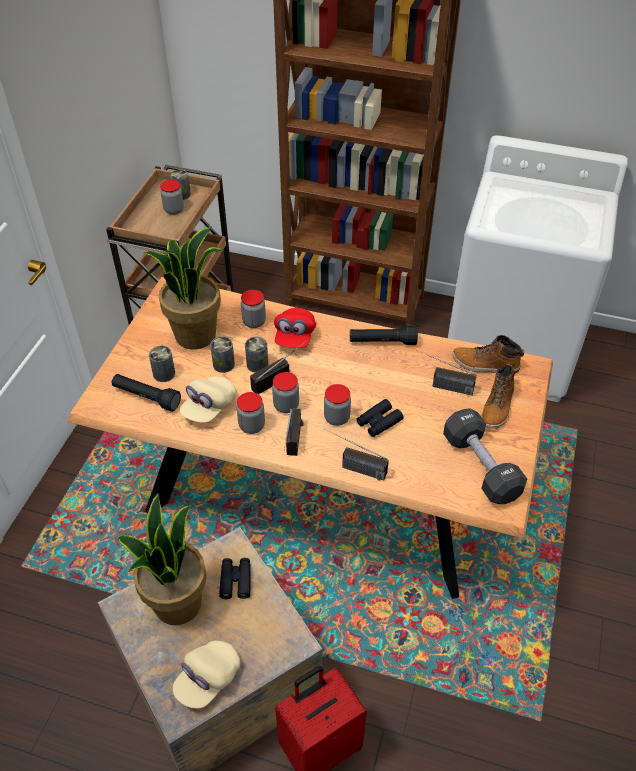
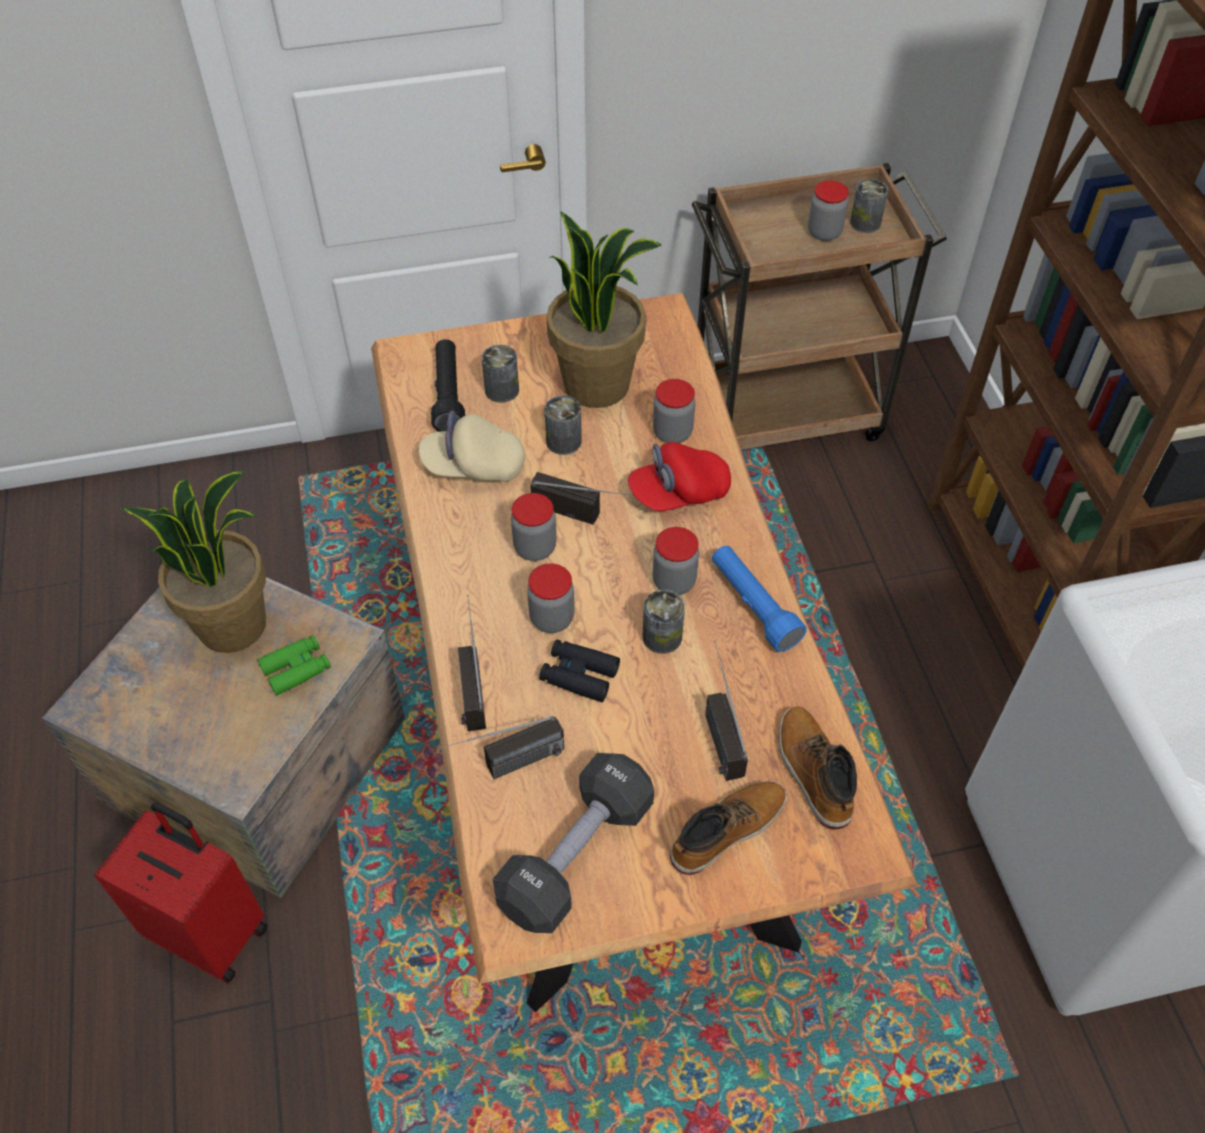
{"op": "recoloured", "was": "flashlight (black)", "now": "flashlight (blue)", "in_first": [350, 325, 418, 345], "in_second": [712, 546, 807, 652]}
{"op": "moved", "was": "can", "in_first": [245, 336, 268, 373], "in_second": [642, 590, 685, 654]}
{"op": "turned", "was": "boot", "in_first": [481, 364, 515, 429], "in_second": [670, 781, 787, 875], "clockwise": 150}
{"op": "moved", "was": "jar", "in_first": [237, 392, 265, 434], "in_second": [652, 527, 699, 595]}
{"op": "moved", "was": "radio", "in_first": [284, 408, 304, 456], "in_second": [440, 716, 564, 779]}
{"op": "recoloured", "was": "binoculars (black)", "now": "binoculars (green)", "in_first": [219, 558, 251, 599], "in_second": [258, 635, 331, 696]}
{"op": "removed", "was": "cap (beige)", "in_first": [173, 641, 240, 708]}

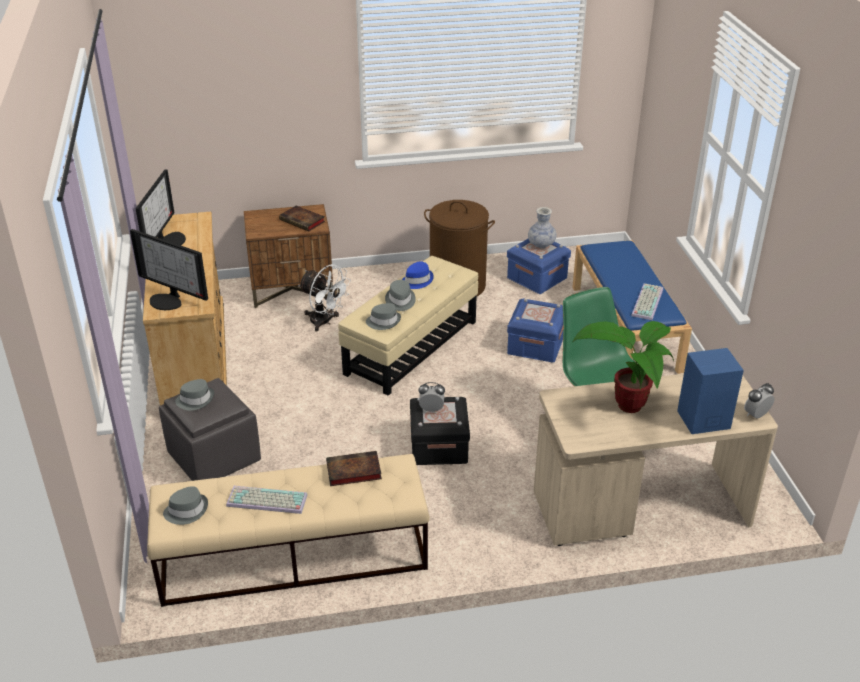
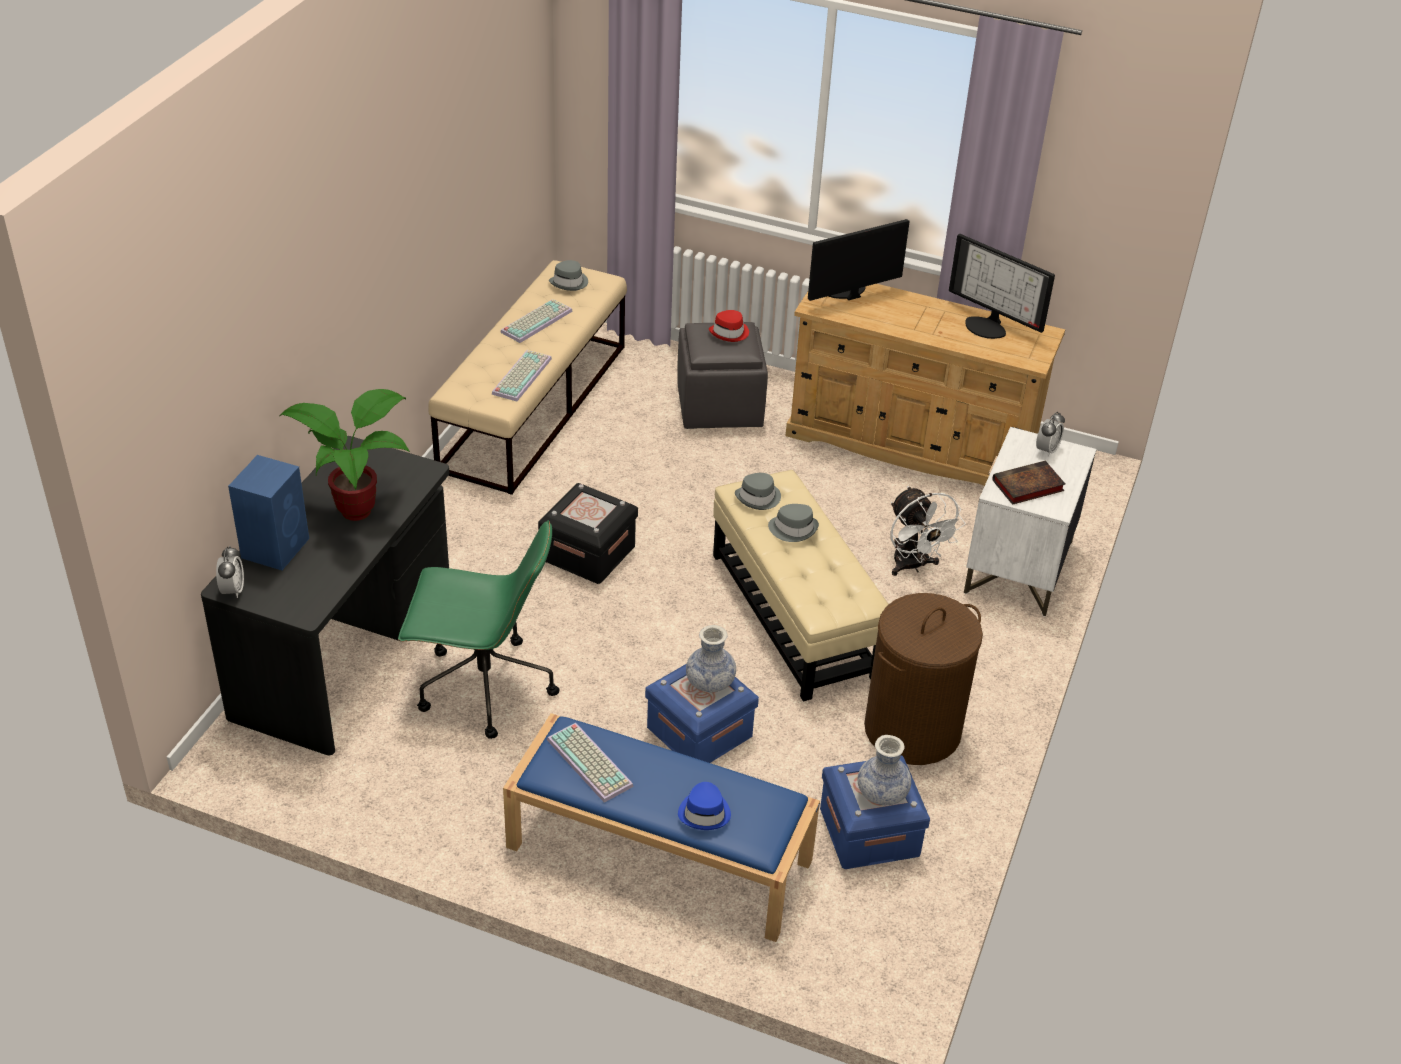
{"op": "recoloured", "was": "nightstand (brown)", "now": "nightstand (white)", "in_first": [244, 204, 333, 308], "in_second": [964, 427, 1096, 617]}
{"op": "moved", "was": "hat (blue)", "in_first": [402, 261, 434, 289], "in_second": [678, 782, 731, 830]}
{"op": "turned", "was": "fan (white)", "in_first": [299, 264, 350, 331], "in_second": [891, 486, 966, 576], "clockwise": -90}
{"op": "recoloured", "was": "desk (beige)", "now": "desk (black)", "in_first": [534, 374, 778, 546], "in_second": [201, 436, 449, 755]}
{"op": "recoloured", "was": "hat (grey)", "now": "hat (red)", "in_first": [175, 379, 214, 411], "in_second": [709, 310, 749, 342]}
{"op": "moved", "was": "alarm clock", "in_first": [418, 382, 445, 412], "in_second": [1036, 412, 1065, 457]}
{"op": "replaced", "was": "book", "now": "keyboard", "in_first": [326, 451, 382, 486], "in_second": [492, 350, 552, 401]}
{"op": "added", "now": "vase", "in_second": [686, 625, 736, 692]}

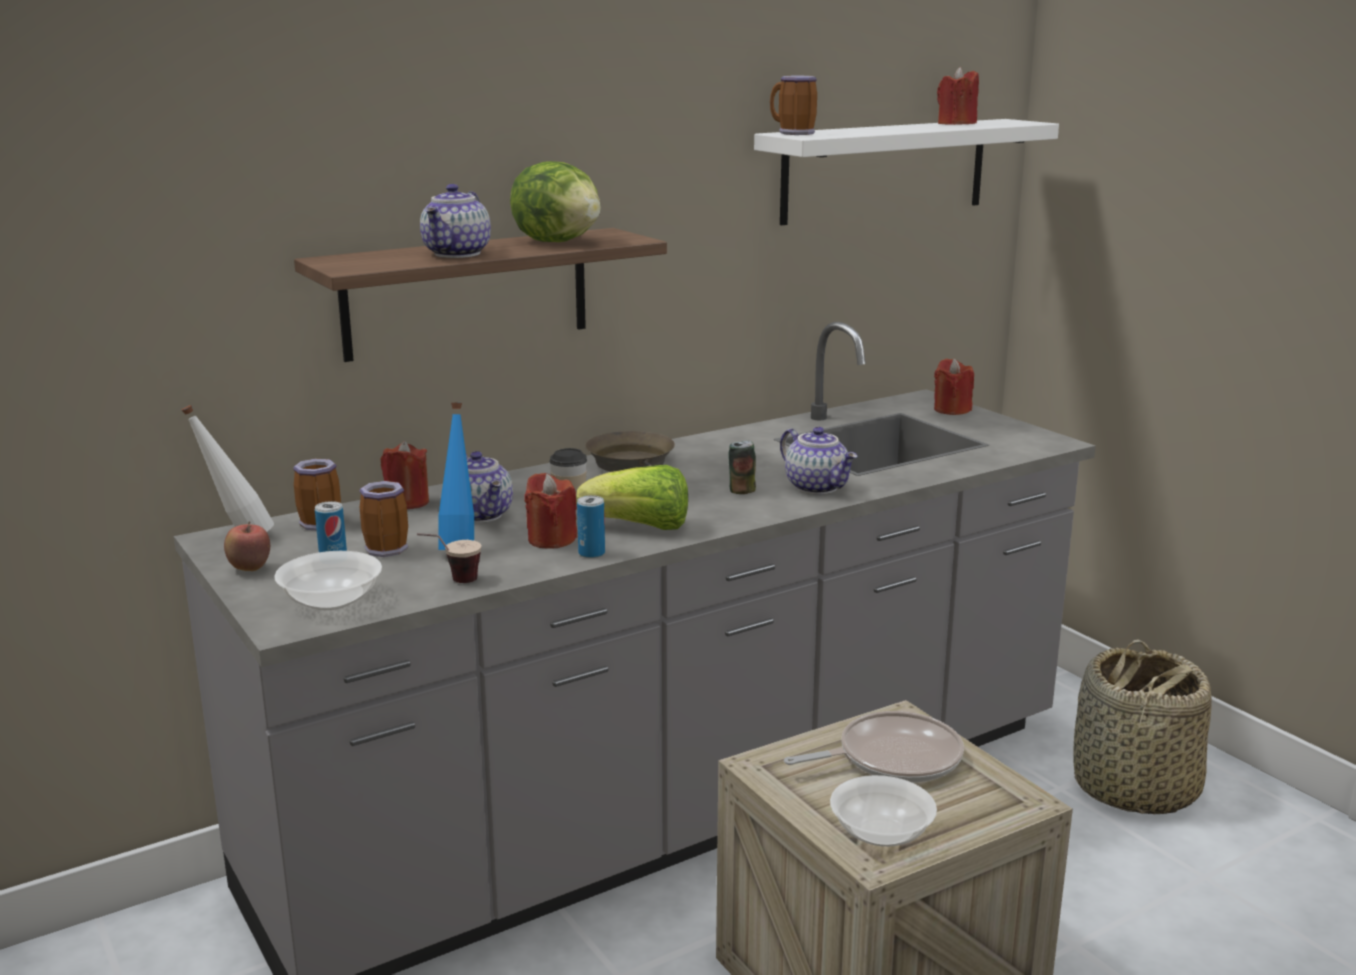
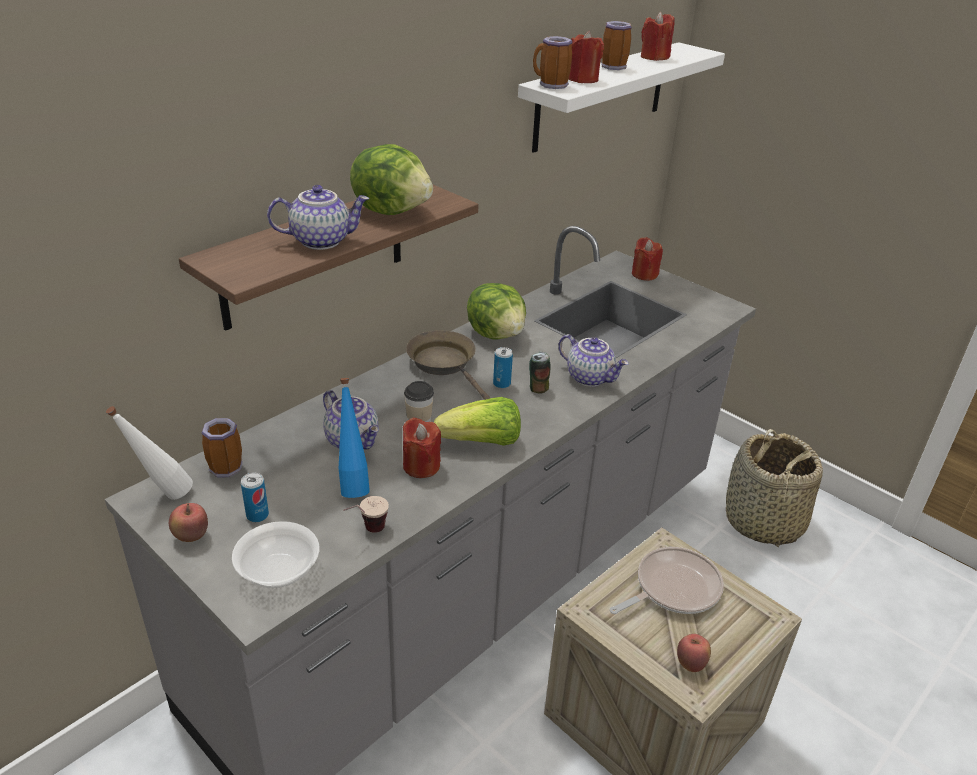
{"op": "turned", "was": "teapot", "in_first": [420, 184, 491, 258], "in_second": [267, 185, 369, 250], "clockwise": -105}
{"op": "moved", "was": "candle (red)", "in_first": [380, 441, 429, 509], "in_second": [569, 31, 604, 83]}
{"op": "moved", "was": "mug", "in_first": [360, 481, 408, 557], "in_second": [601, 21, 632, 70]}
{"op": "moved", "was": "can", "in_first": [577, 495, 605, 558], "in_second": [493, 347, 513, 389]}
{"op": "replaced", "was": "bowl", "now": "apple", "in_first": [830, 775, 937, 847], "in_second": [677, 634, 711, 672]}
{"op": "added", "now": "lettuce", "in_second": [467, 283, 526, 340]}

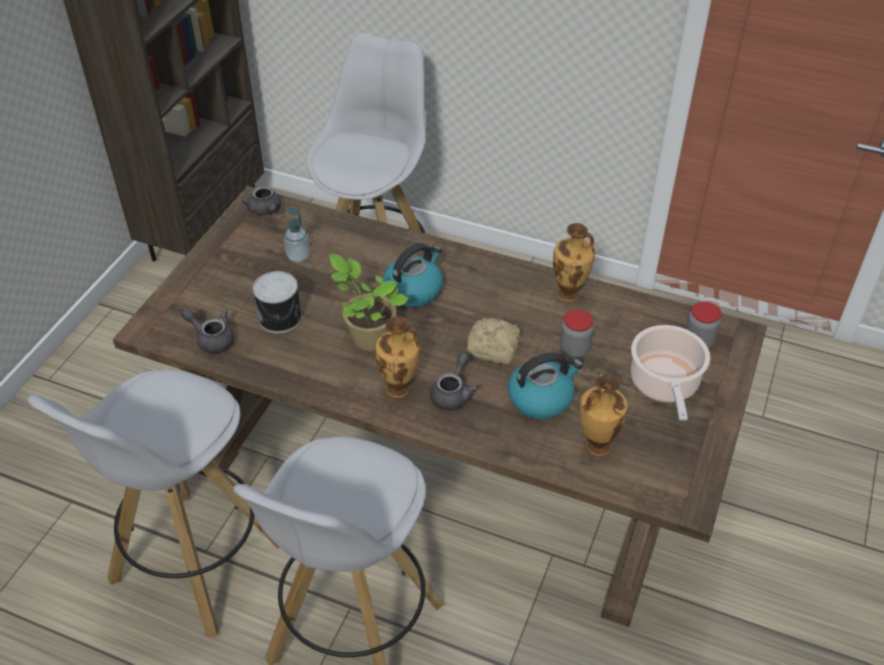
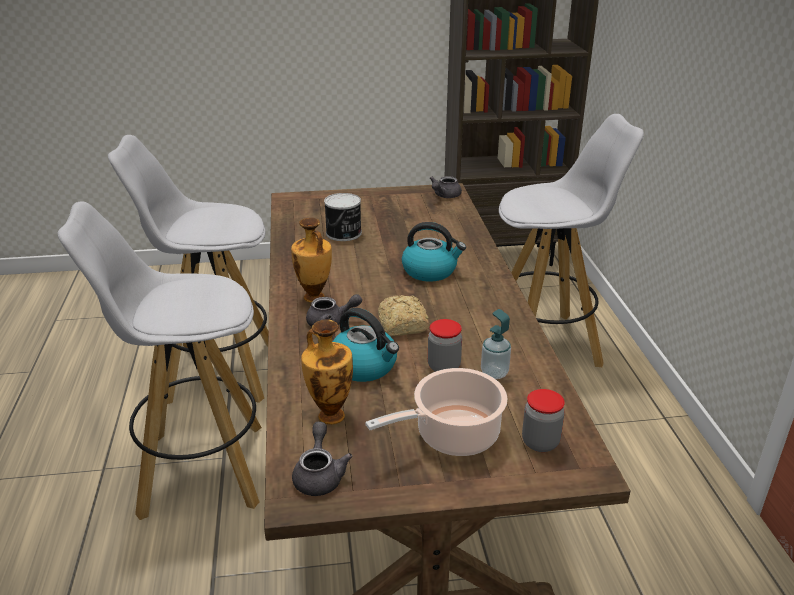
{"op": "moved", "was": "soap dispenser", "in_first": [284, 207, 310, 262], "in_second": [481, 309, 511, 379]}
{"op": "removed", "was": "vase", "in_first": [553, 223, 595, 302]}
{"op": "removed", "was": "potted plant", "in_first": [329, 254, 409, 351]}
{"op": "moved", "was": "teapot (grey)", "in_first": [181, 308, 234, 353], "in_second": [292, 422, 352, 496]}

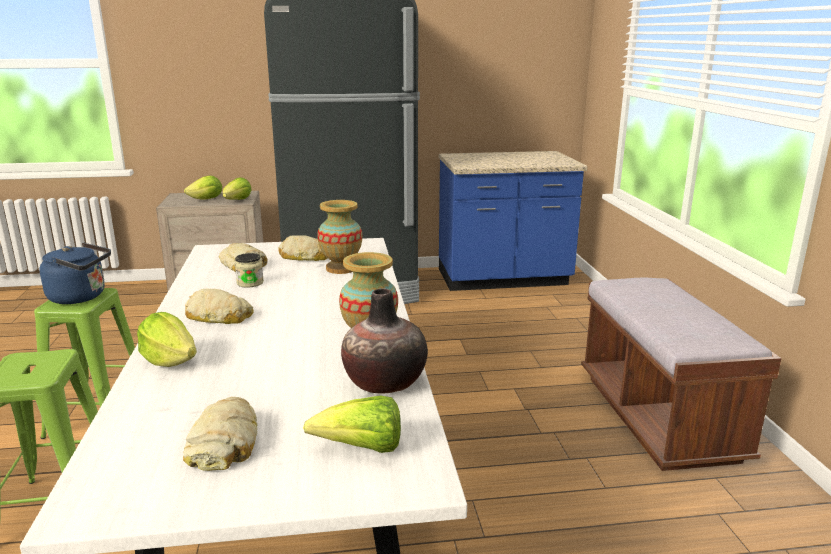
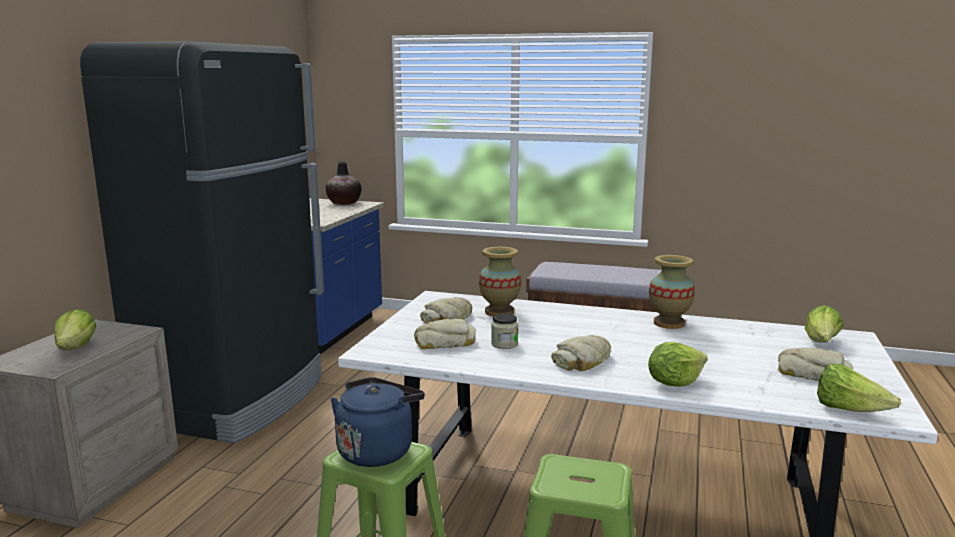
{"op": "moved", "was": "lettuce", "in_first": [223, 177, 252, 200], "in_second": [817, 364, 901, 412]}
{"op": "moved", "was": "vase", "in_first": [341, 288, 428, 393], "in_second": [326, 162, 362, 205]}

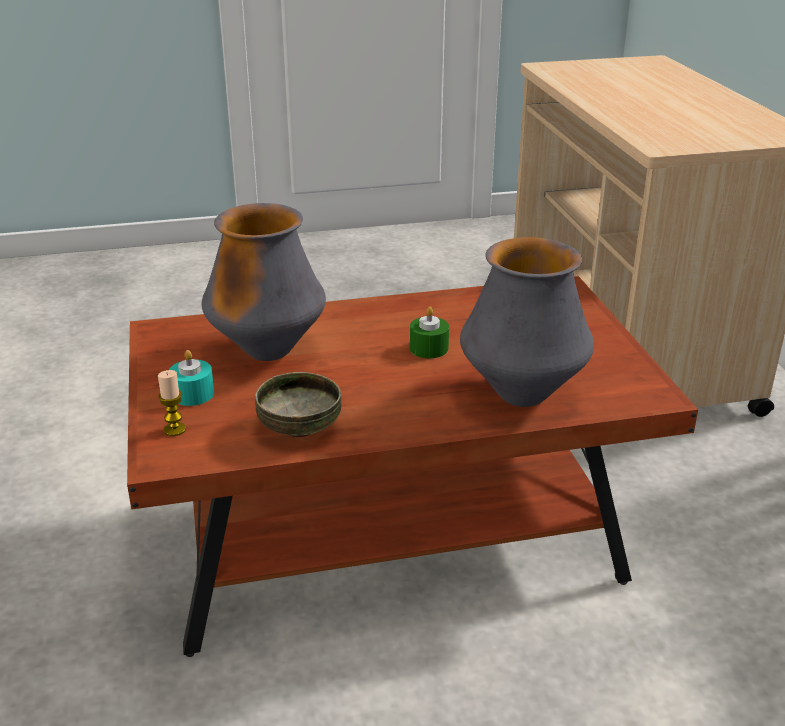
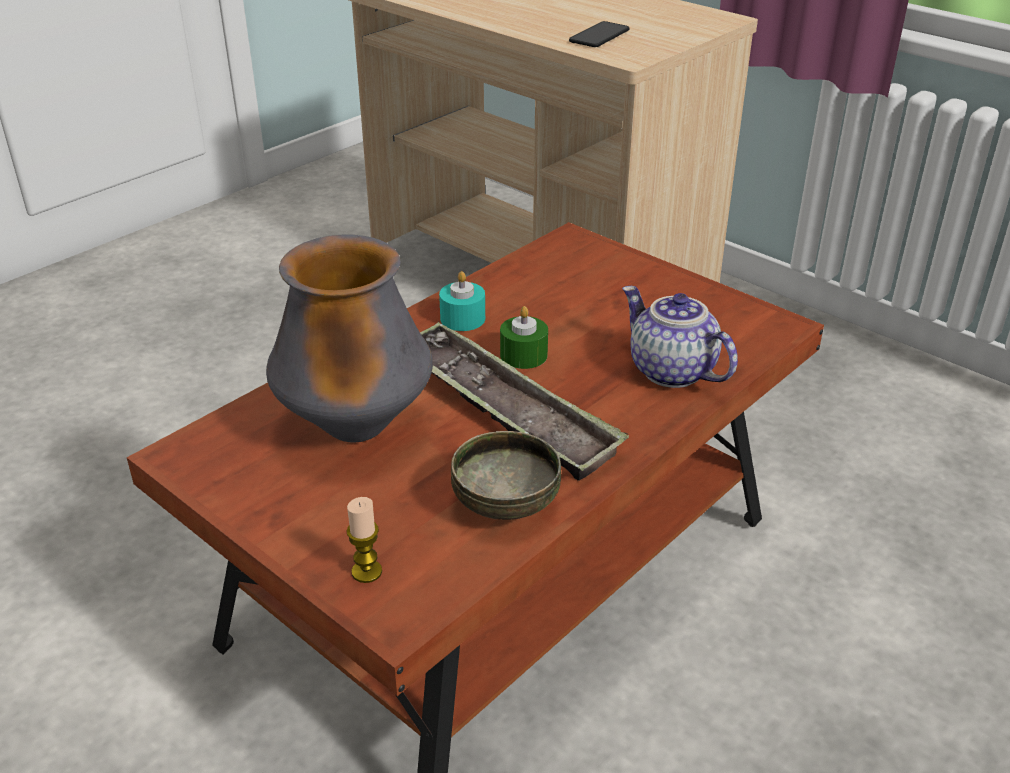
{"op": "replaced", "was": "vase", "now": "teapot", "in_first": [460, 237, 594, 407], "in_second": [622, 286, 738, 388]}
{"op": "moved", "was": "candle (turquoise)", "in_first": [169, 350, 214, 406], "in_second": [439, 271, 485, 331]}
{"op": "added", "now": "phone", "in_second": [569, 21, 630, 47]}
{"op": "added", "now": "tray", "in_second": [420, 322, 629, 481]}

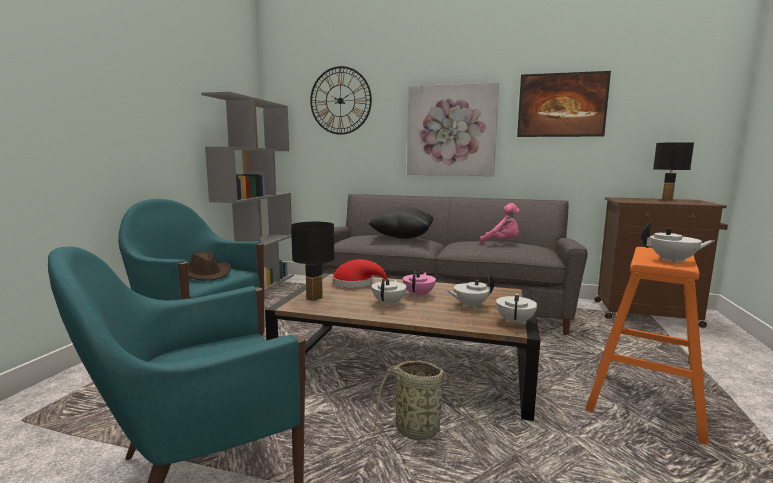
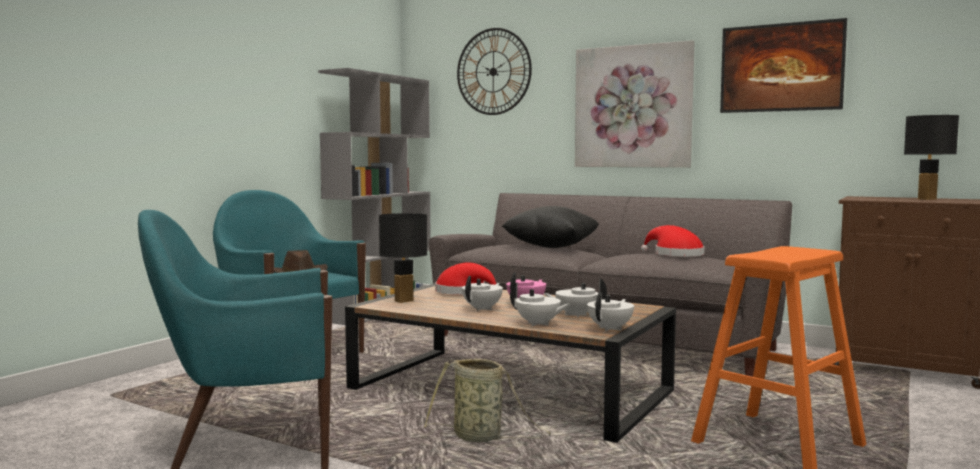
{"op": "replaced", "was": "plush toy (pink)", "now": "hat (red)", "in_first": [480, 203, 520, 244], "in_second": [641, 225, 705, 256]}
{"op": "moved", "was": "teapot (white)", "in_first": [641, 222, 714, 264], "in_second": [510, 282, 570, 326]}

